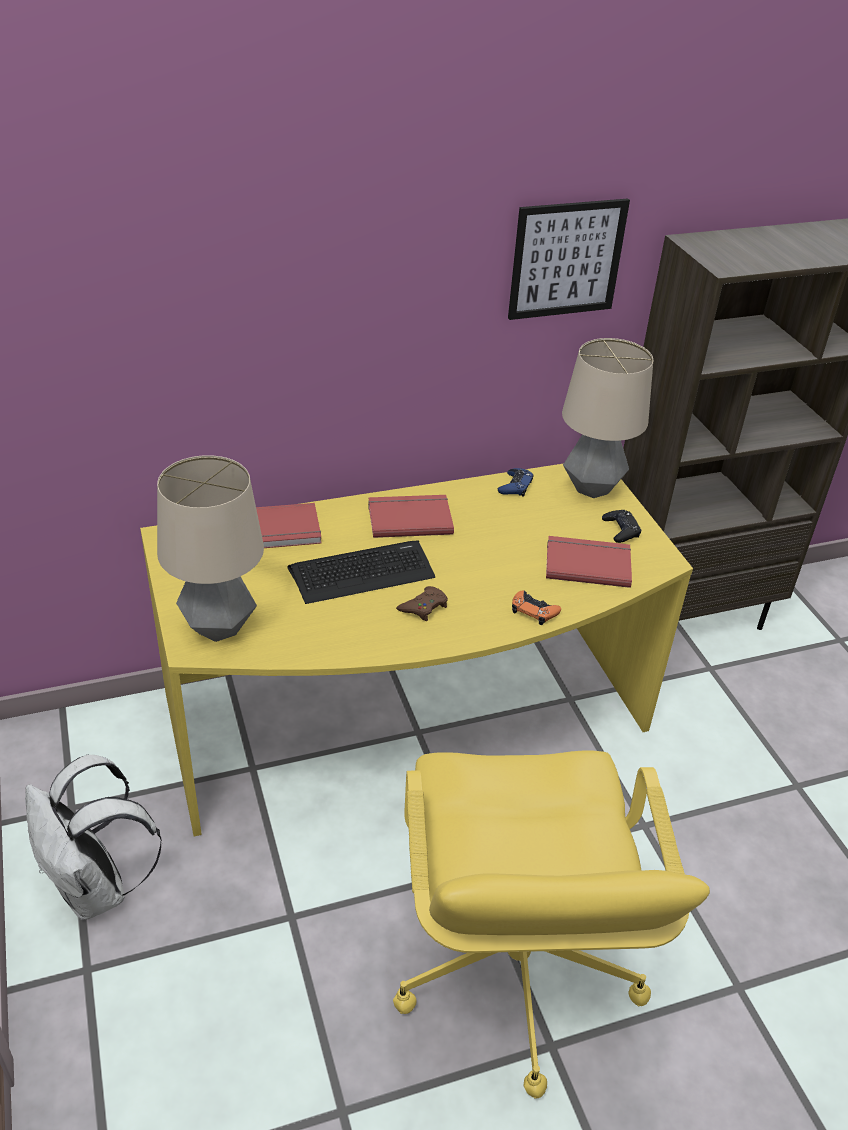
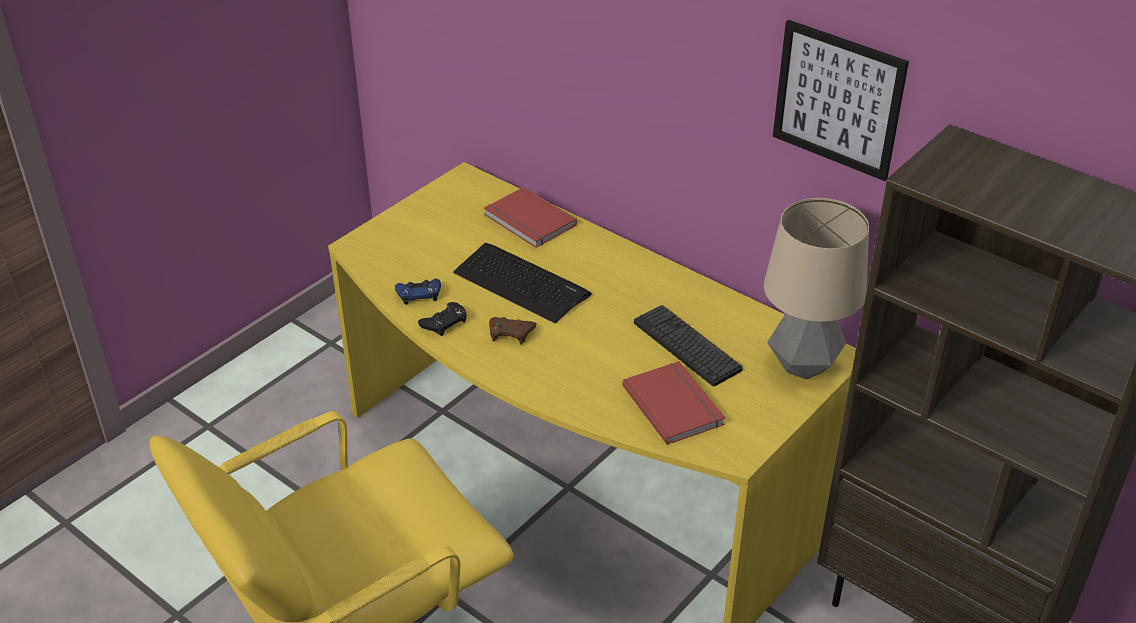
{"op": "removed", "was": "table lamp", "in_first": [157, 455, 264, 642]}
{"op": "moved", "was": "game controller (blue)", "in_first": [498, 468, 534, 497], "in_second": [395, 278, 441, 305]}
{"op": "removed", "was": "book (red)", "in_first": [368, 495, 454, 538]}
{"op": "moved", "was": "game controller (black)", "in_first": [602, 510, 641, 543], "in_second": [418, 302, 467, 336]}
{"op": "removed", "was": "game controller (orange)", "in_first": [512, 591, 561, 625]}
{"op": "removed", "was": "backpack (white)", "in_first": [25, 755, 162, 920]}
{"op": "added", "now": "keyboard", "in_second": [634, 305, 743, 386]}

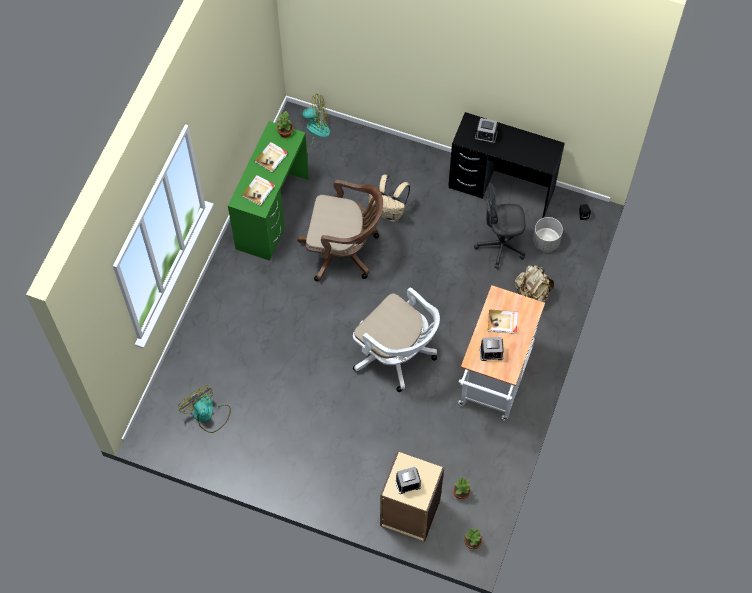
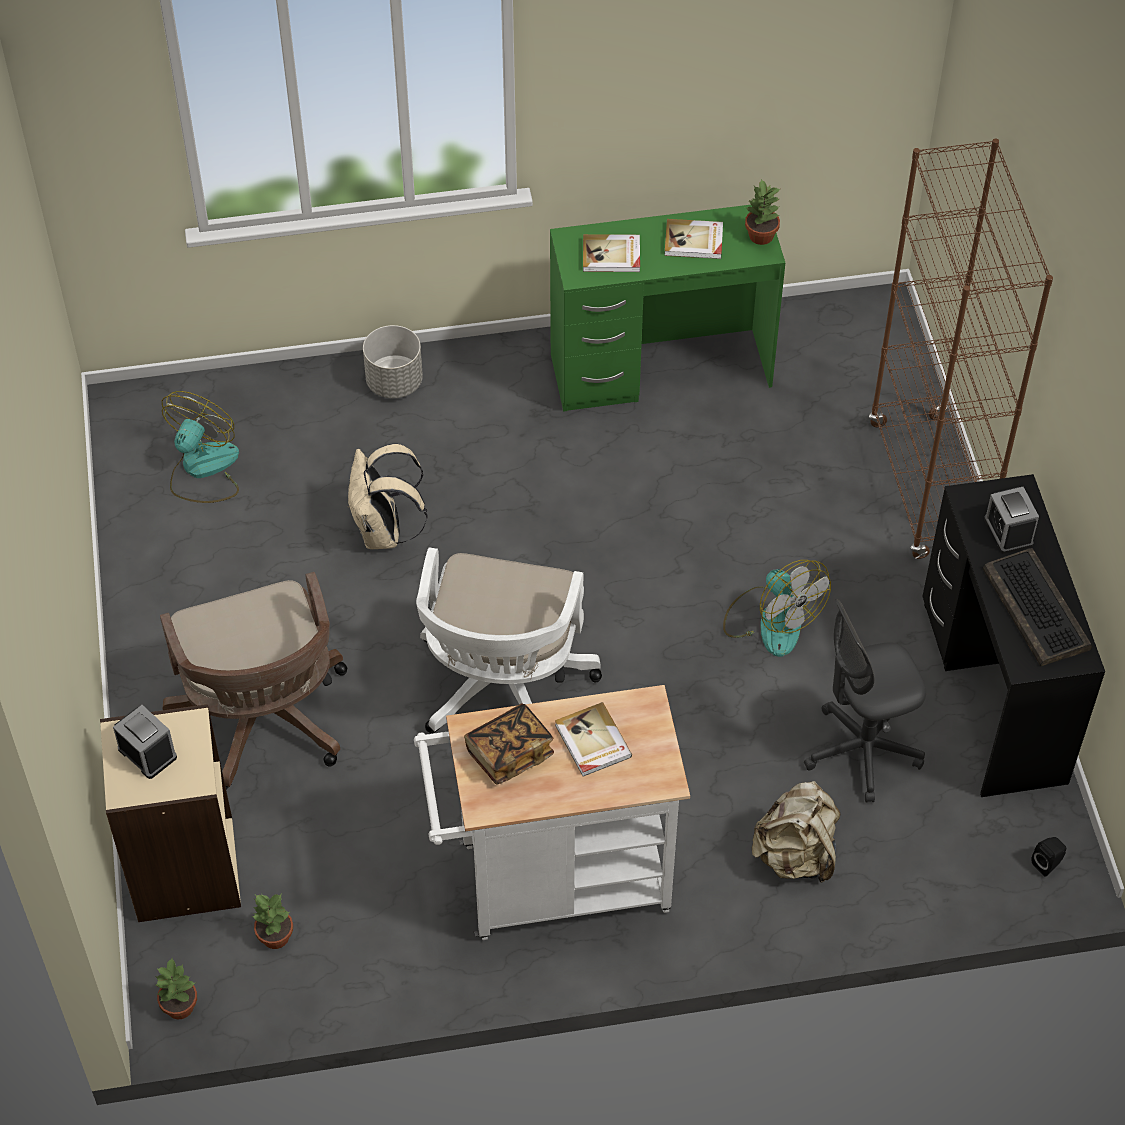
{"op": "moved", "was": "fan", "in_first": [294, 93, 330, 147], "in_second": [723, 560, 831, 657]}
{"op": "moved", "was": "backpack (beige)", "in_first": [368, 175, 410, 222], "in_second": [348, 444, 428, 549]}
{"op": "moved", "was": "office chair (brown)", "in_first": [297, 180, 383, 282], "in_second": [160, 572, 347, 790]}
{"op": "turned", "was": "office chair (grey)", "in_first": [474, 183, 525, 269], "in_second": [804, 599, 926, 802], "clockwise": -75}
{"op": "moved", "was": "planter (grey)", "in_first": [533, 217, 563, 252], "in_second": [363, 325, 423, 398]}
{"op": "replaced", "was": "alarm clock", "now": "book", "in_first": [480, 337, 504, 361], "in_second": [464, 703, 554, 785]}
{"op": "added", "now": "bookcase (brown)", "in_second": [869, 138, 1053, 559]}
{"op": "added", "now": "keyboard", "in_second": [982, 548, 1092, 666]}

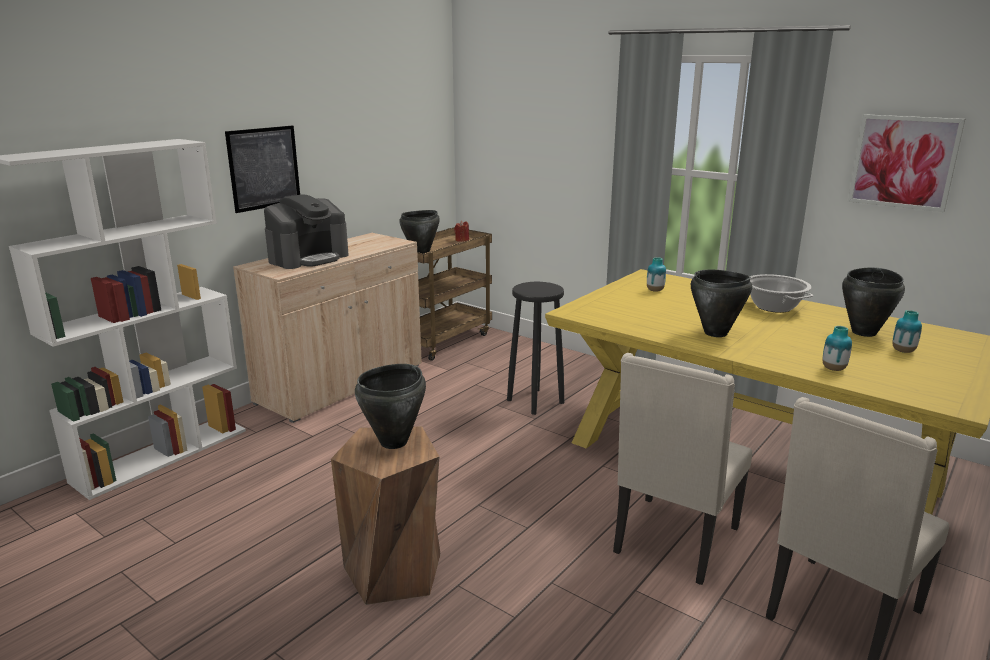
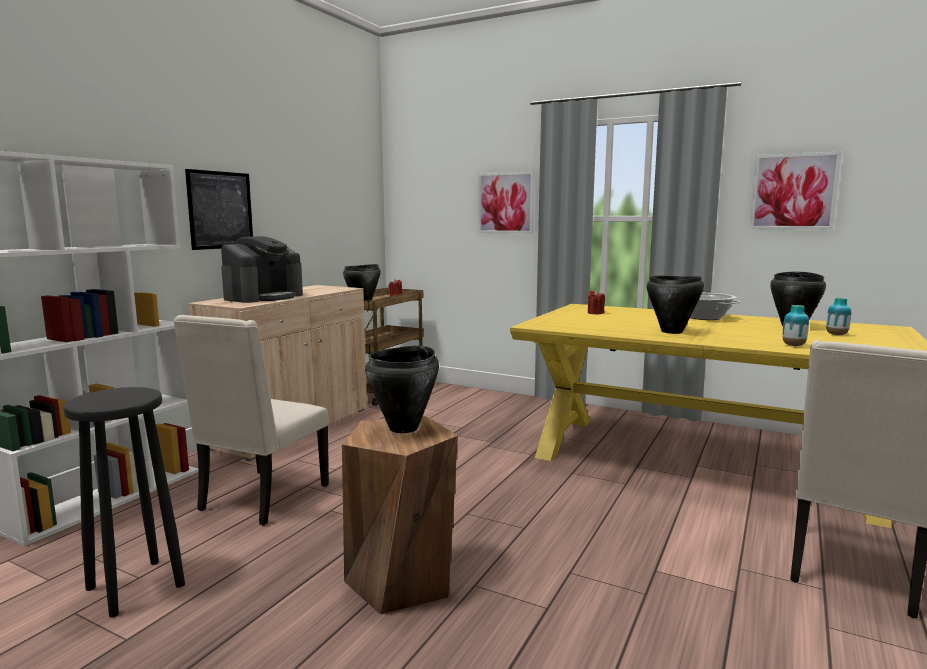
{"op": "replaced", "was": "vase", "now": "candle (red)", "in_first": [647, 257, 666, 292], "in_second": [588, 290, 605, 314]}
{"op": "moved", "was": "stool (black)", "in_first": [507, 282, 564, 415], "in_second": [63, 387, 185, 618]}
{"op": "moved", "was": "chair (beige)", "in_first": [613, 353, 752, 585], "in_second": [173, 315, 329, 526]}
{"op": "added", "now": "picture", "in_second": [478, 171, 534, 234]}

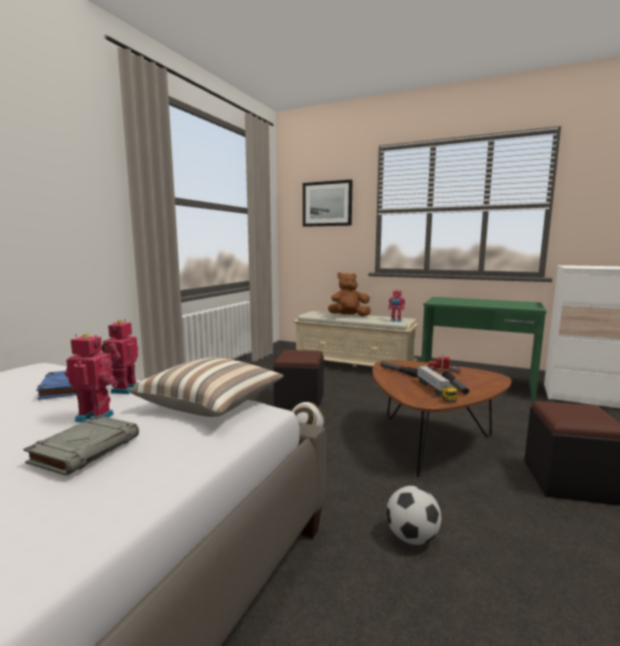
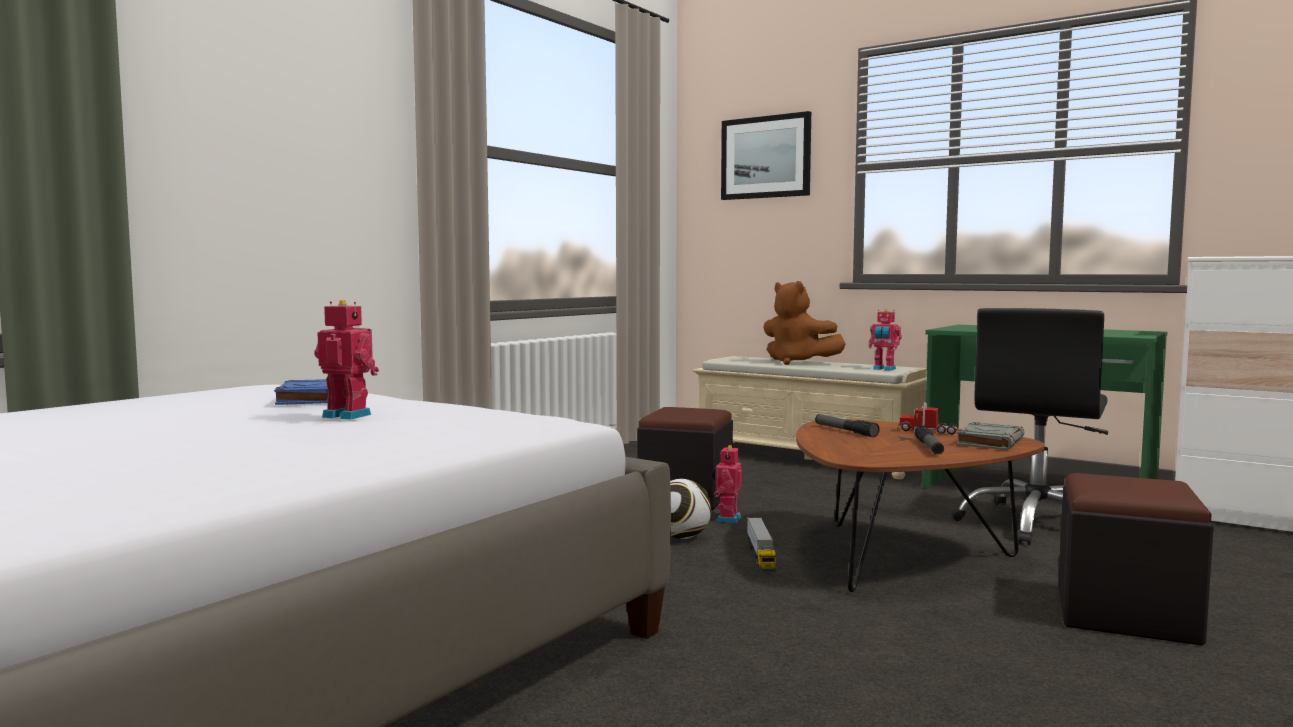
{"op": "turned", "was": "plush toy (brown)", "in_first": [328, 272, 371, 316], "in_second": [763, 281, 846, 365], "clockwise": -135}
{"op": "moved", "was": "toy robot", "in_first": [102, 319, 138, 394], "in_second": [712, 445, 742, 523]}
{"op": "removed", "was": "pillow", "in_first": [130, 357, 284, 417]}
{"op": "moved", "was": "toy truck", "in_first": [417, 366, 457, 402], "in_second": [747, 517, 776, 572]}
{"op": "moved", "was": "book (grey)", "in_first": [23, 415, 139, 476], "in_second": [956, 422, 1024, 450]}
{"op": "removed", "was": "football", "in_first": [386, 486, 441, 545]}
{"op": "added", "now": "office chair (black)", "in_second": [952, 308, 1108, 545]}

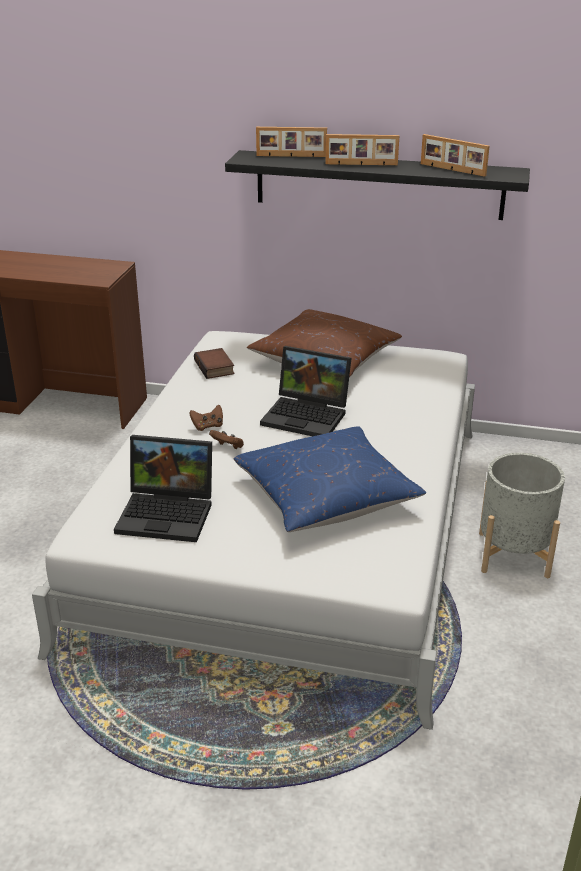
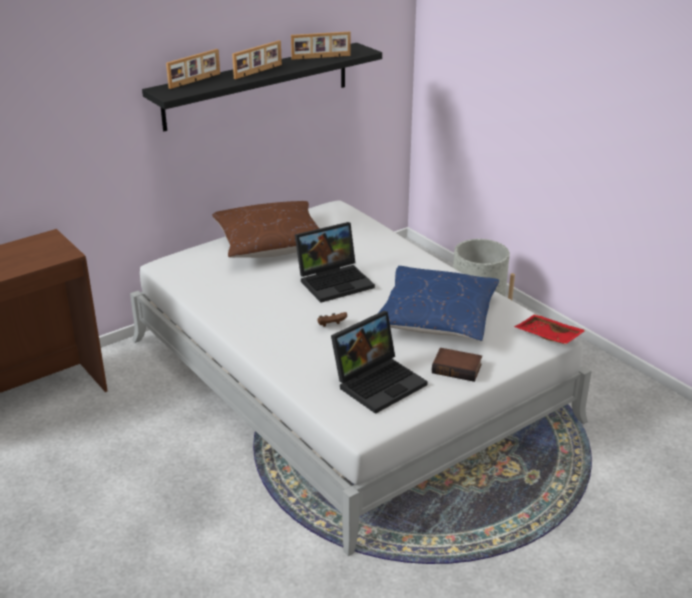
{"op": "moved", "was": "book", "in_first": [194, 348, 235, 379], "in_second": [432, 348, 482, 382]}
{"op": "removed", "was": "game controller (brown)", "in_first": [189, 404, 223, 431]}
{"op": "added", "now": "tray (red)", "in_second": [514, 314, 586, 344]}

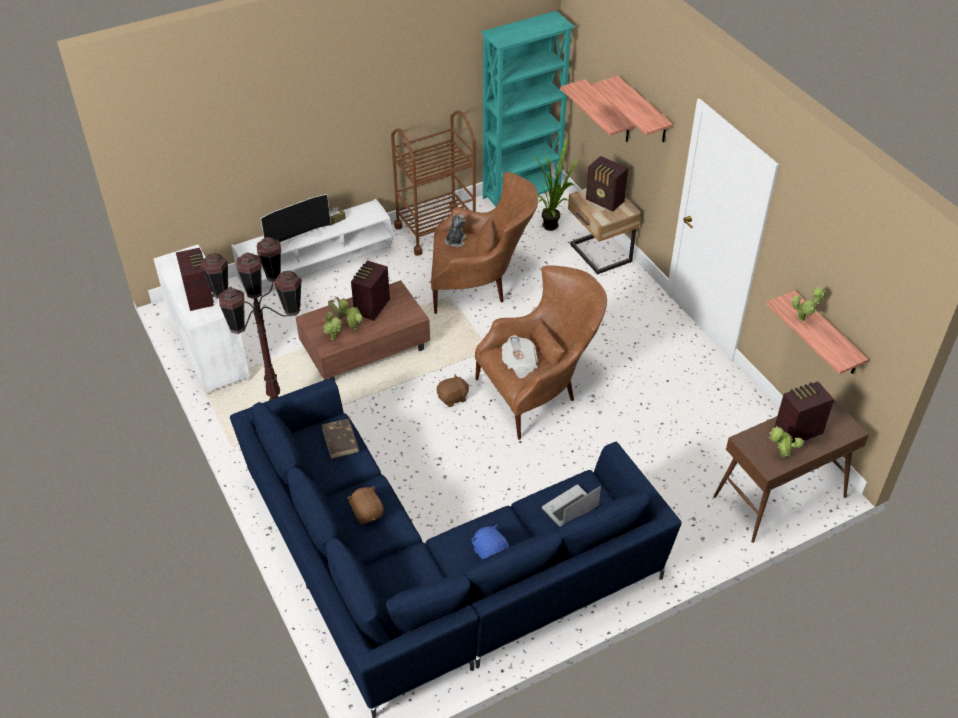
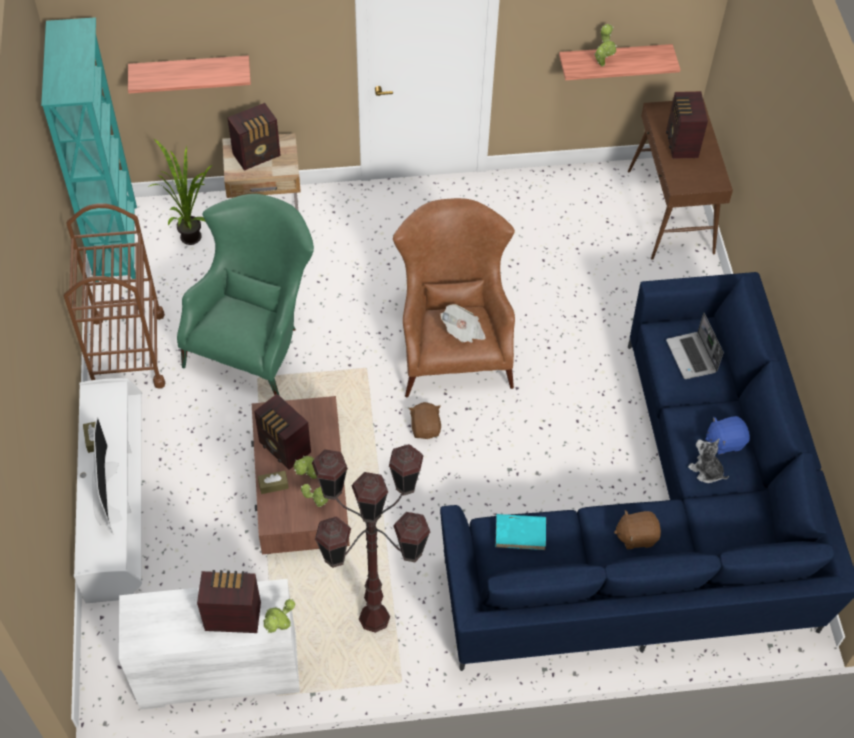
{"op": "removed", "was": "shelf", "in_first": [592, 76, 673, 142]}
{"op": "recoloured", "was": "armchair (brown)", "now": "armchair (green)", "in_first": [431, 172, 538, 314], "in_second": [177, 194, 314, 395]}
{"op": "moved", "was": "plush toy", "in_first": [445, 214, 467, 247], "in_second": [688, 439, 729, 483]}
{"op": "recoloured", "was": "book (brown)", "now": "book (turquoise)", "in_first": [322, 419, 359, 459], "in_second": [495, 514, 546, 550]}
{"op": "moved", "was": "potted plant", "in_first": [770, 426, 804, 458], "in_second": [264, 599, 295, 633]}

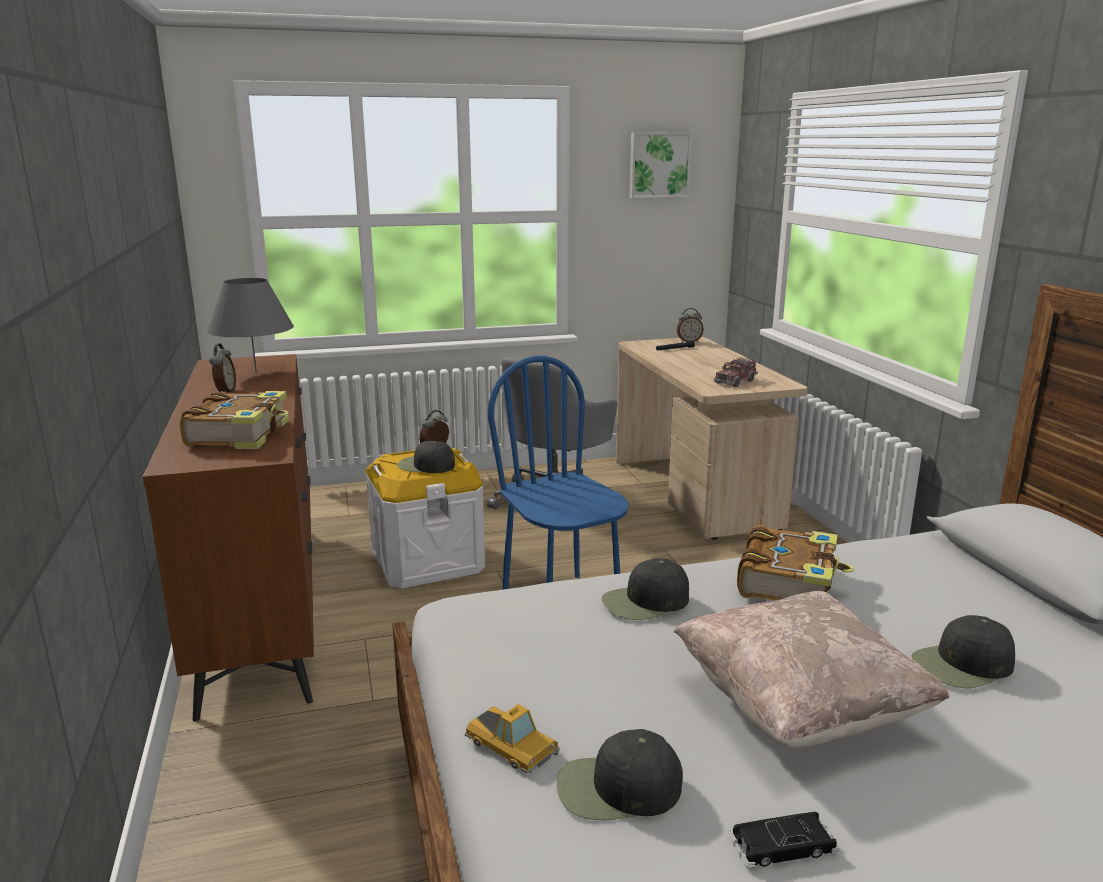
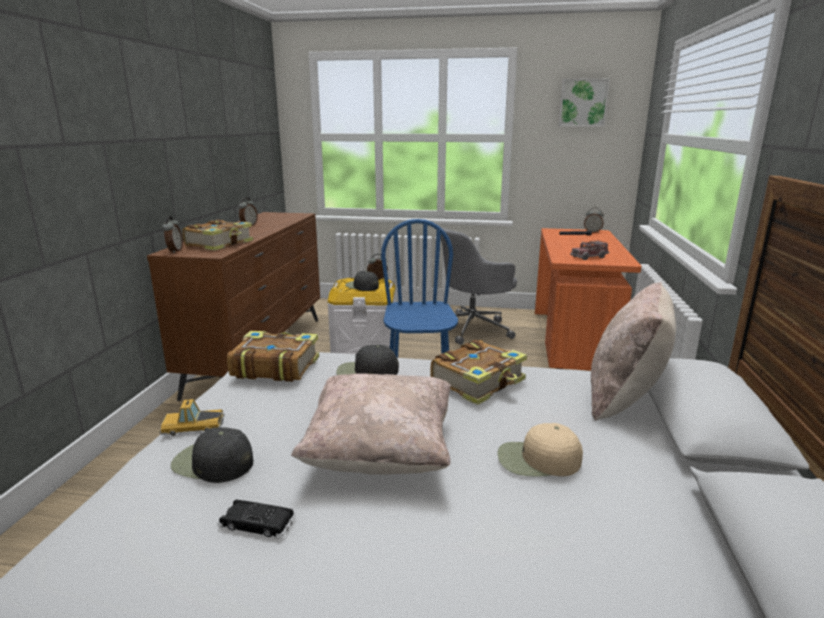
{"op": "removed", "was": "table lamp (grey)", "in_first": [207, 278, 294, 372]}
{"op": "recoloured", "was": "desk (beige)", "now": "desk (orange)", "in_first": [616, 337, 808, 539], "in_second": [535, 228, 642, 371]}
{"op": "recoloured", "was": "cap (black)", "now": "cap (beige)", "in_first": [912, 615, 1015, 688], "in_second": [498, 423, 583, 477]}
{"op": "turned", "was": "toy car", "in_first": [465, 704, 560, 774], "in_second": [159, 399, 225, 436], "clockwise": 105}
{"op": "added", "now": "alarm clock", "in_second": [162, 216, 183, 253]}
{"op": "added", "now": "pillow (beige)", "in_second": [591, 282, 676, 421]}
{"op": "added", "now": "book", "in_second": [227, 331, 319, 382]}

